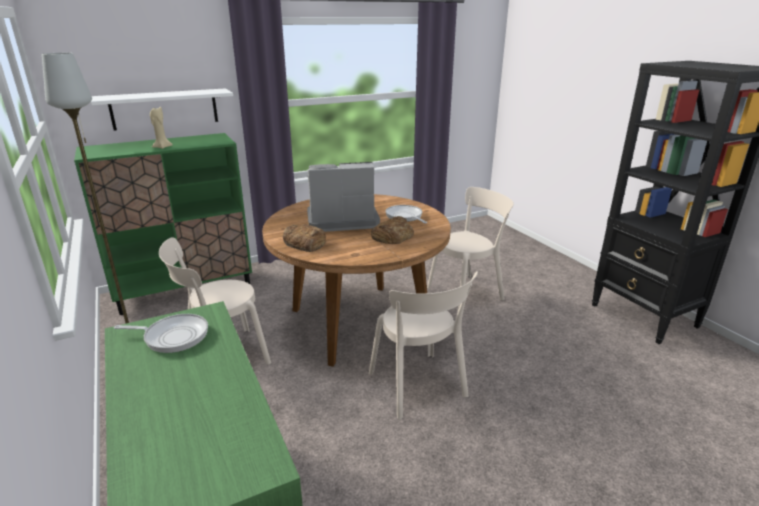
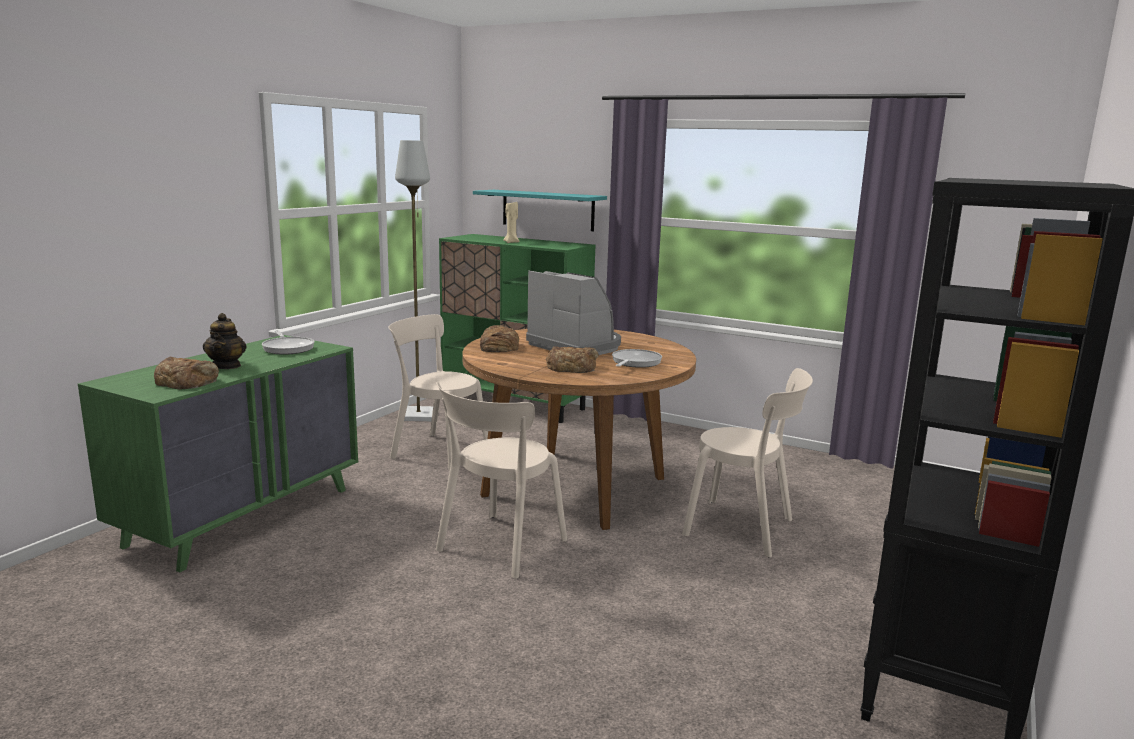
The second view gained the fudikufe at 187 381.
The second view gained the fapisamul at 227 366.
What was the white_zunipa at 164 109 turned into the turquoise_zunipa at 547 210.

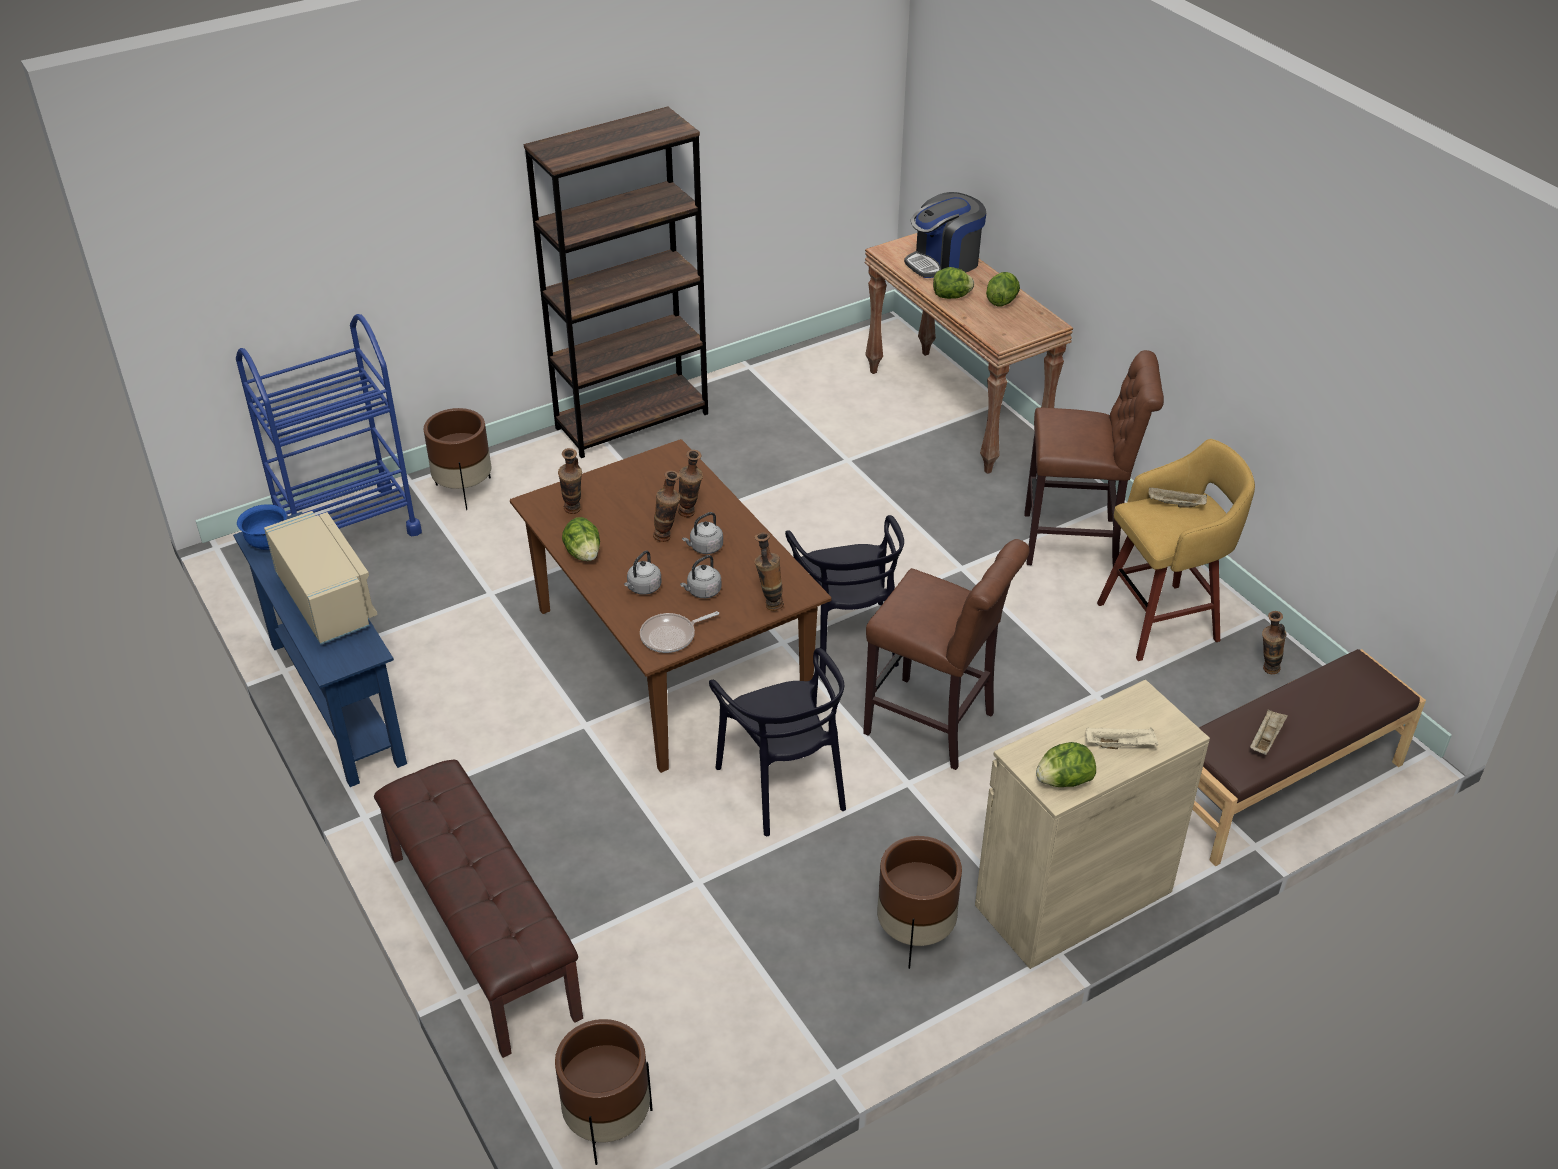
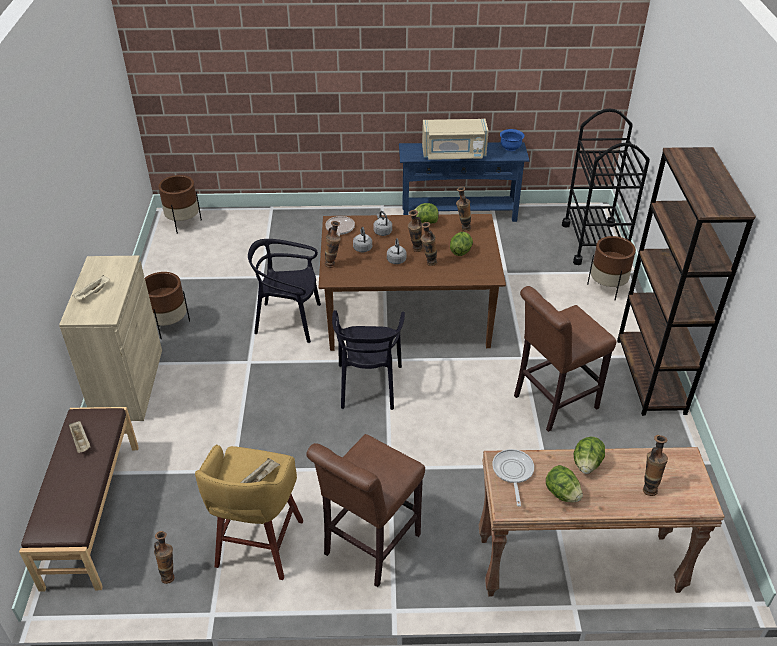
The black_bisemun at 846 639 ended up facing another way, 105 degrees counterclockwise from before.
The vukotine ended up elsewhere, having gone from 1063 781 to 460 251.
The second view gained the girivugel at 512 472.
The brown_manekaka ended up elsewhere, having gone from 935 726 to 551 403.
What was the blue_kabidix at 347 528 turned into the black_kabidix at 594 243.
Where the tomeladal stood at 944 263, the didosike came to stand at 648 487.
The second view lost the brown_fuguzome at 481 935.

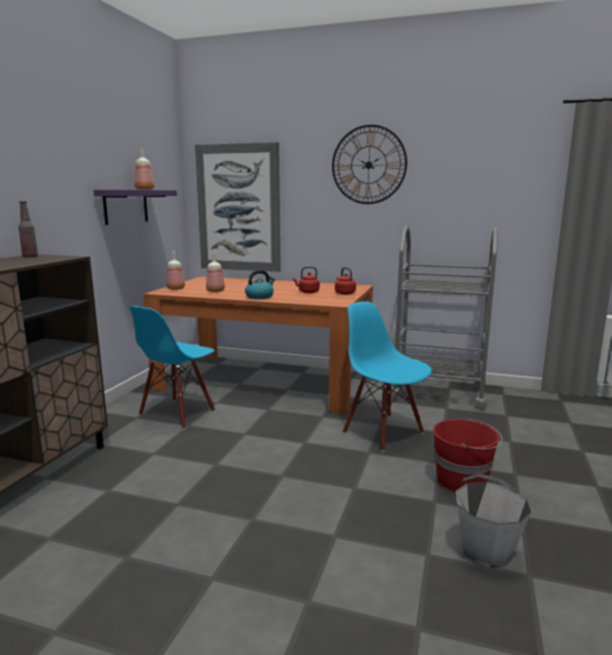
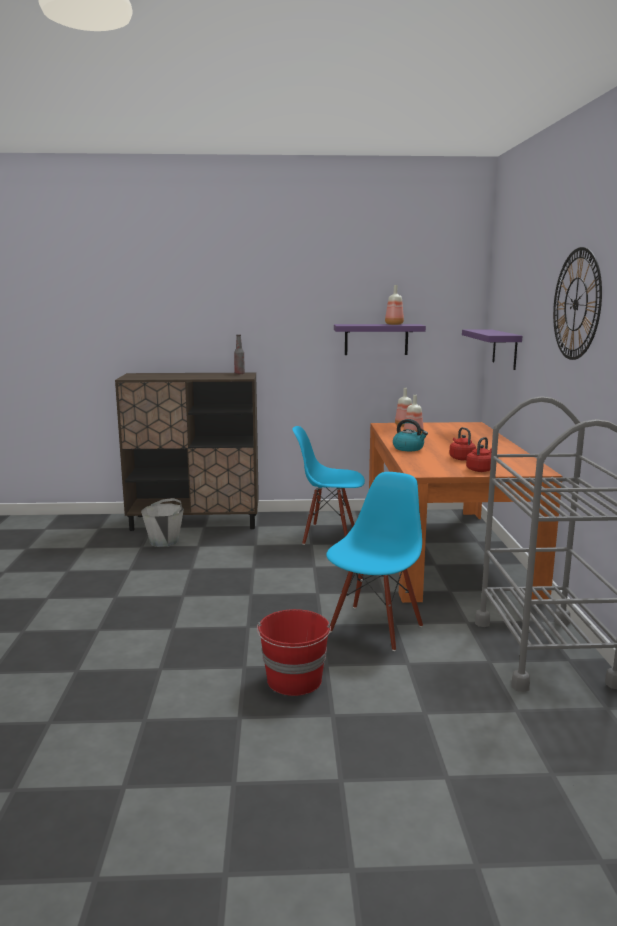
The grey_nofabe ended up elsewhere, having gone from 486 551 to 164 541.
Where the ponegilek hung at 238 208, the purple_zunipa came to hang at 505 349.

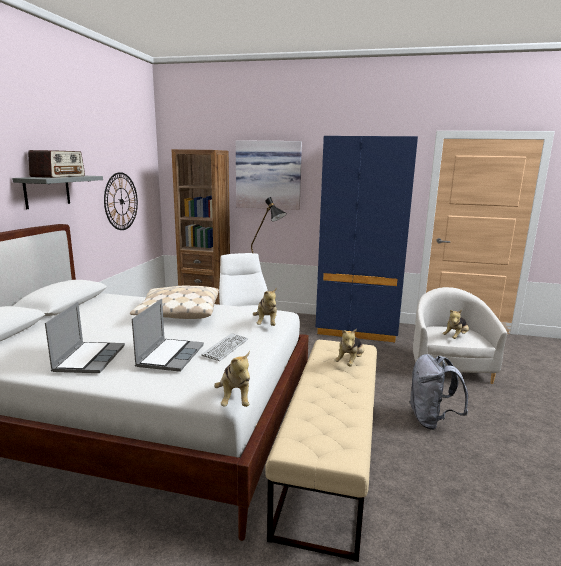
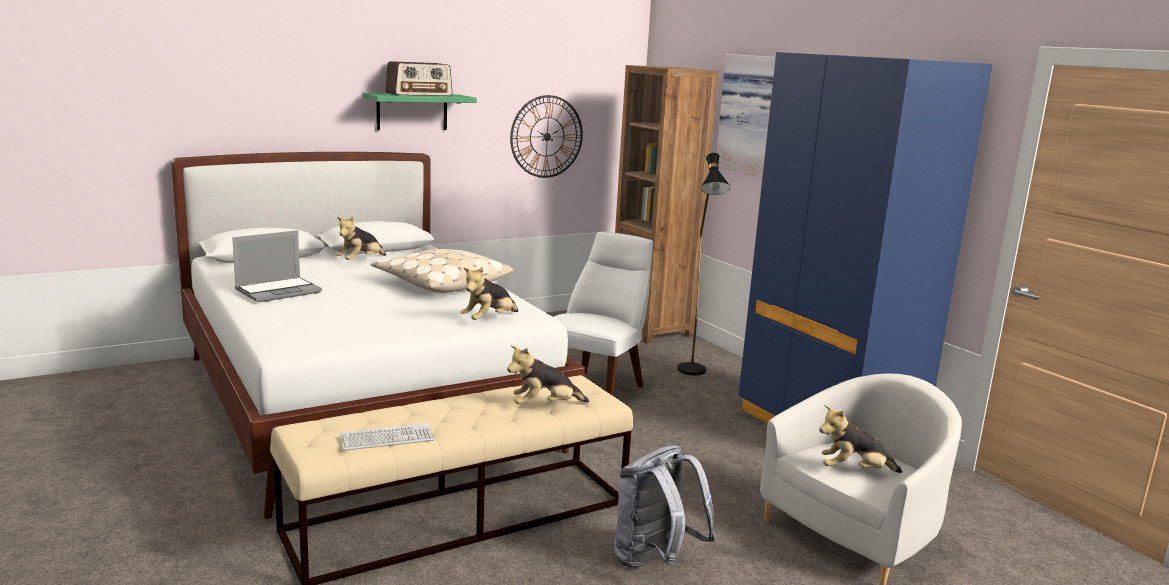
The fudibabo ended up elsewhere, having gone from 235 399 to 360 261.
The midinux ended up elsewhere, having gone from 225 347 to 387 438.
What was the grey_zunipa at 47 191 turned into the green_zunipa at 412 111.
The second view lost the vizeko at 170 355.

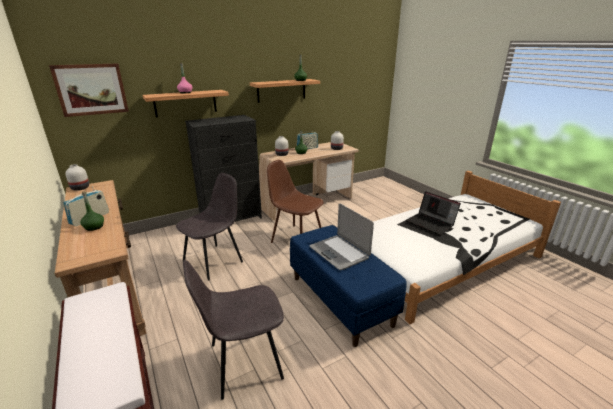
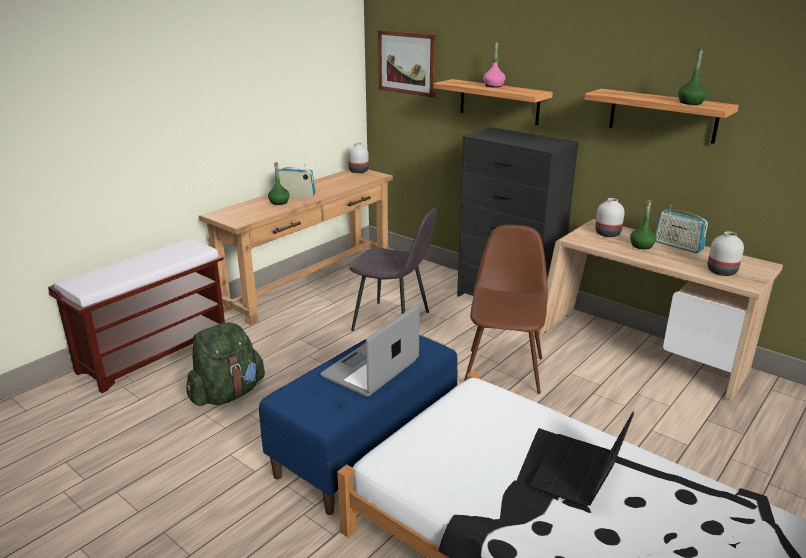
Where the grey_bisemun stood at 243 361, the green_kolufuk came to stand at 228 394.

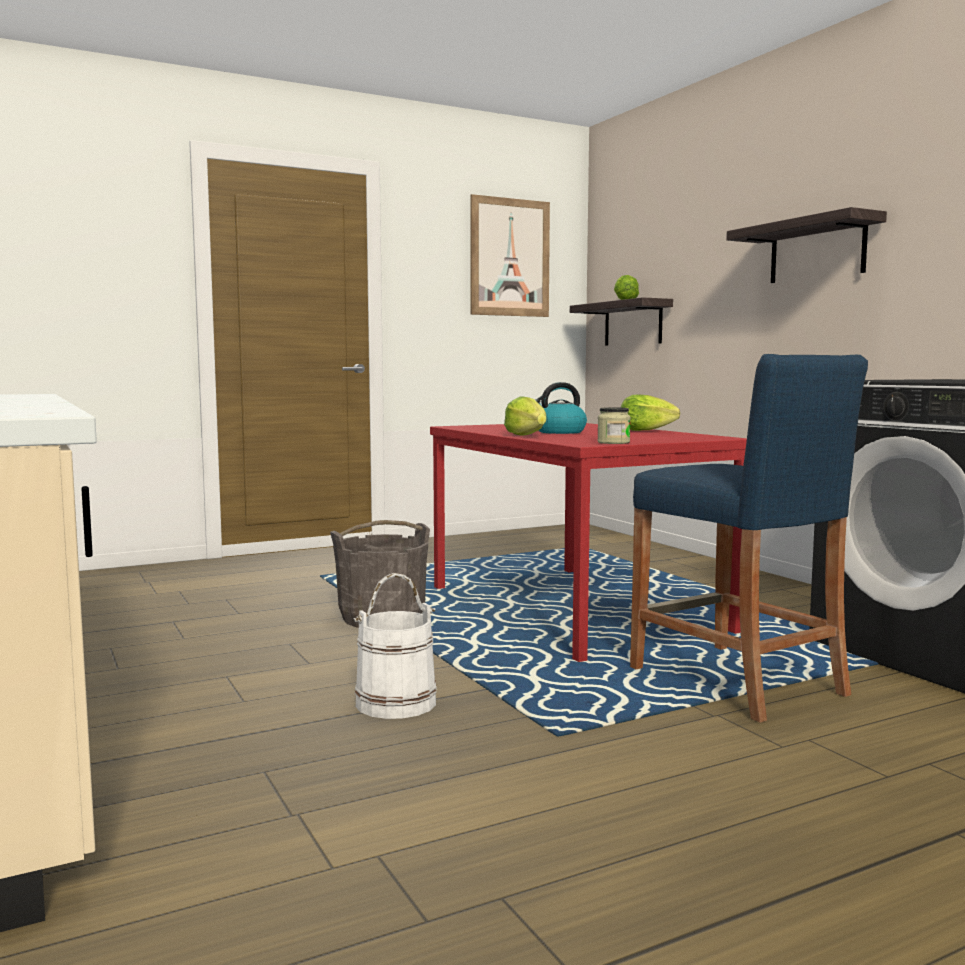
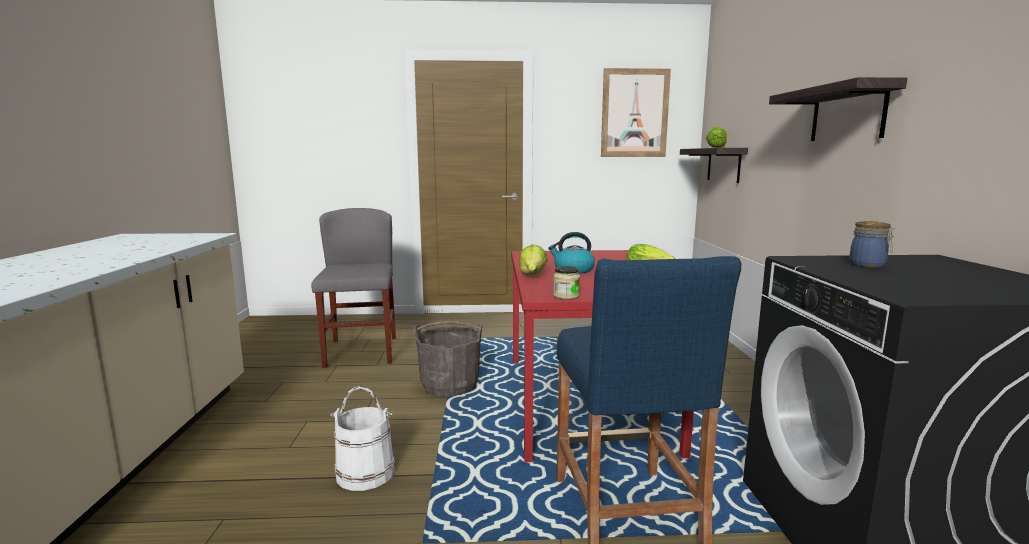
The second view gained the grey_bisemun at 361 351.
The second view gained the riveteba at 868 265.

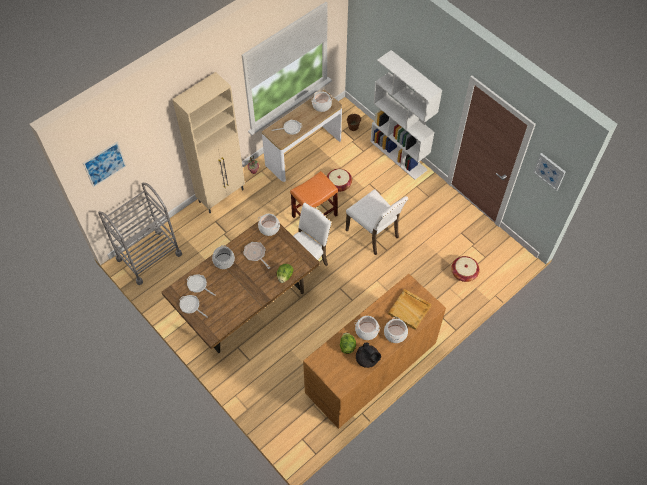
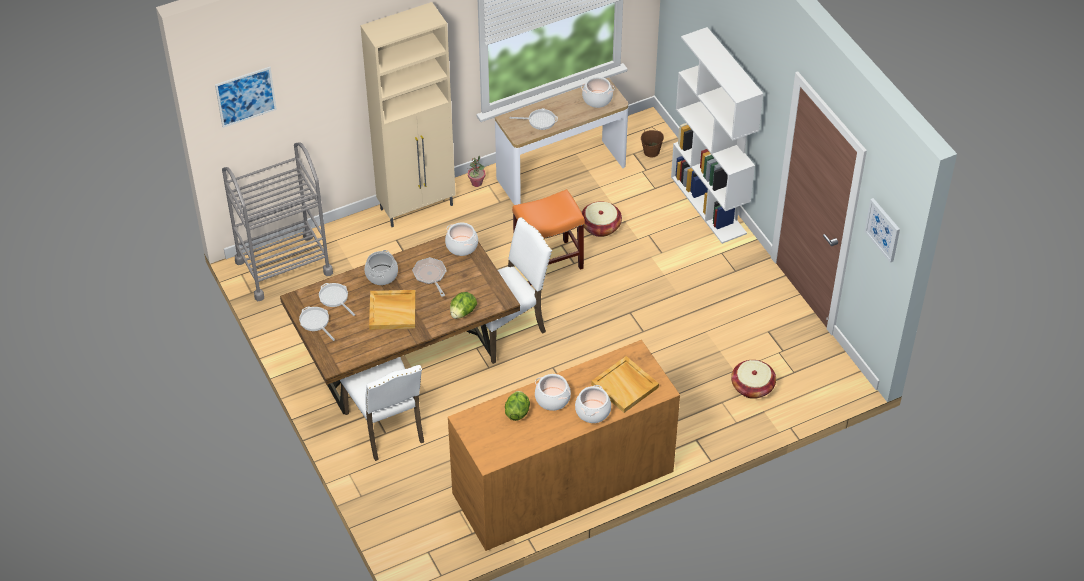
The white_bisemun ended up elsewhere, having gone from 374 233 to 387 428.
The second view gained the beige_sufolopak at 393 311.
The second view lost the black_fapisamul at 367 359.

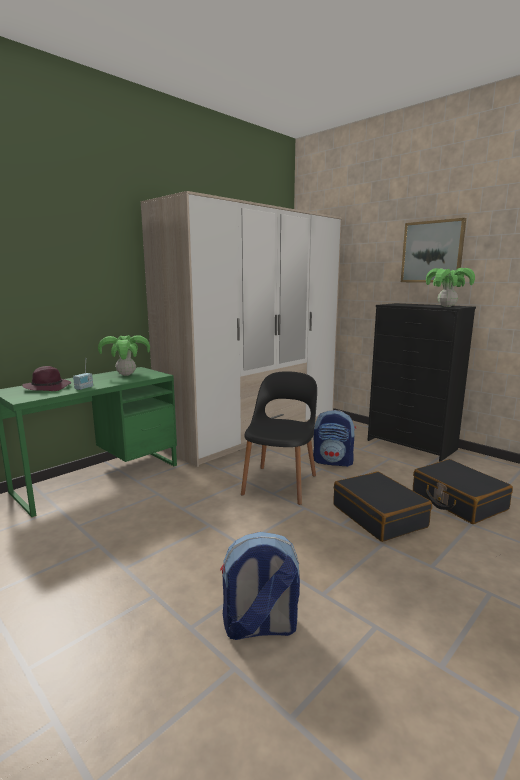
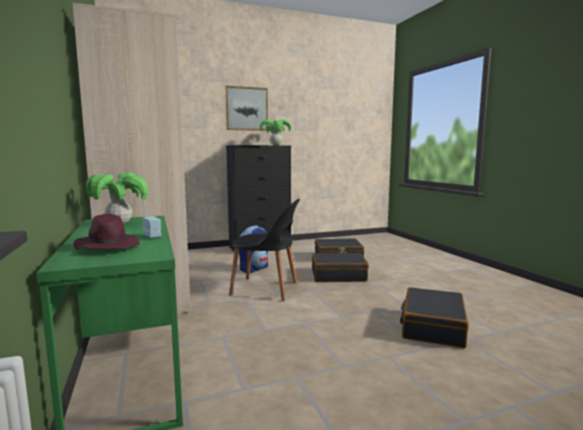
The black_bisemun at 280 483 ended up facing another way, 150 degrees clockwise from before.
Where the kolufuk stood at 259 627, the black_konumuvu came to stand at 432 327.

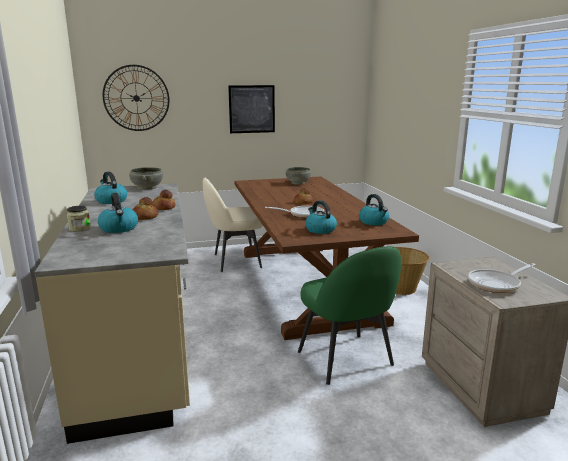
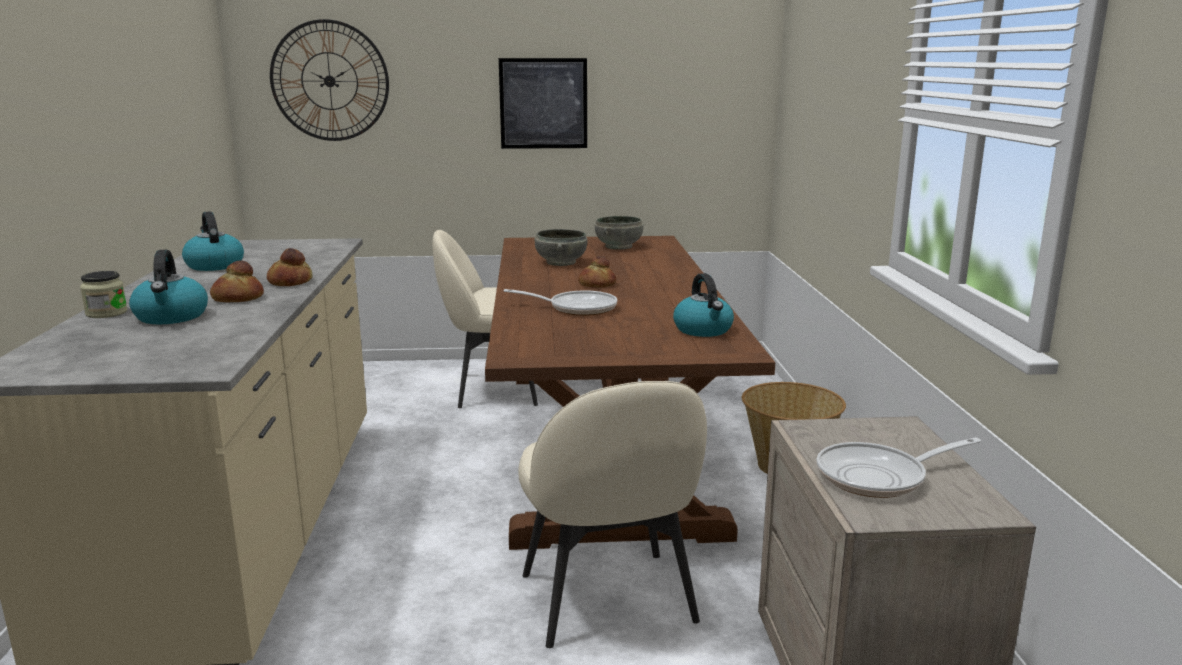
What was the green_bisemun at 346 359 turned into the beige_bisemun at 608 601.
The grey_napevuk ended up elsewhere, having gone from 147 187 to 560 262.
The second view lost the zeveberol at 320 230.

